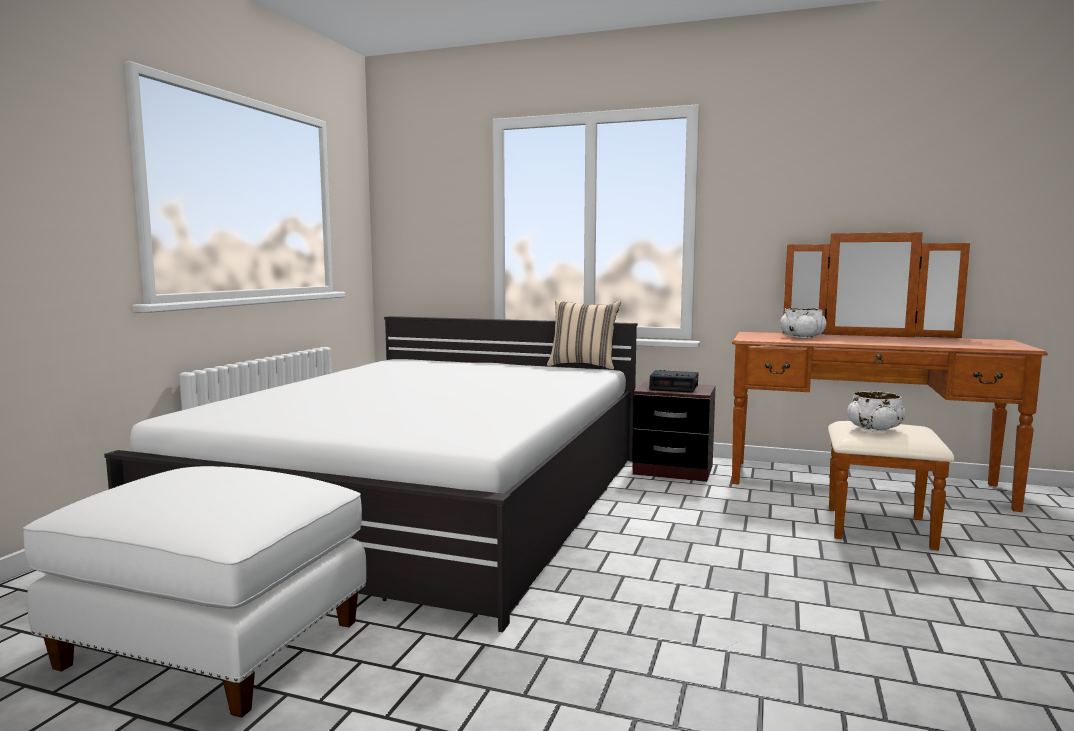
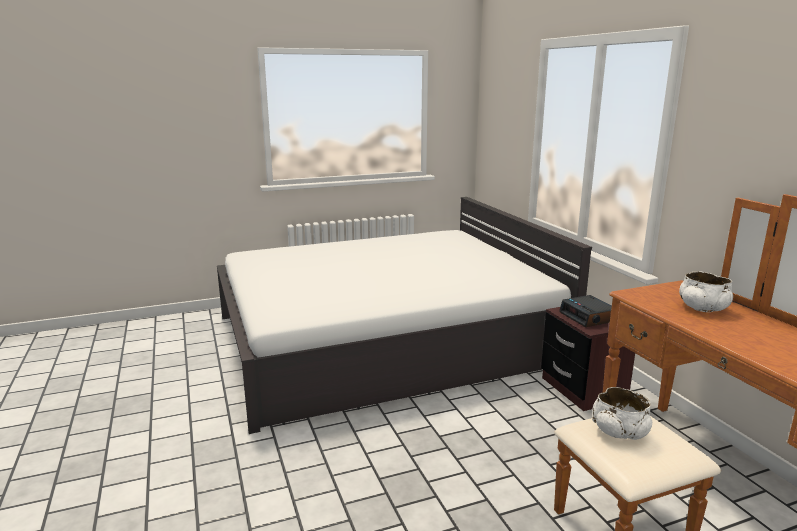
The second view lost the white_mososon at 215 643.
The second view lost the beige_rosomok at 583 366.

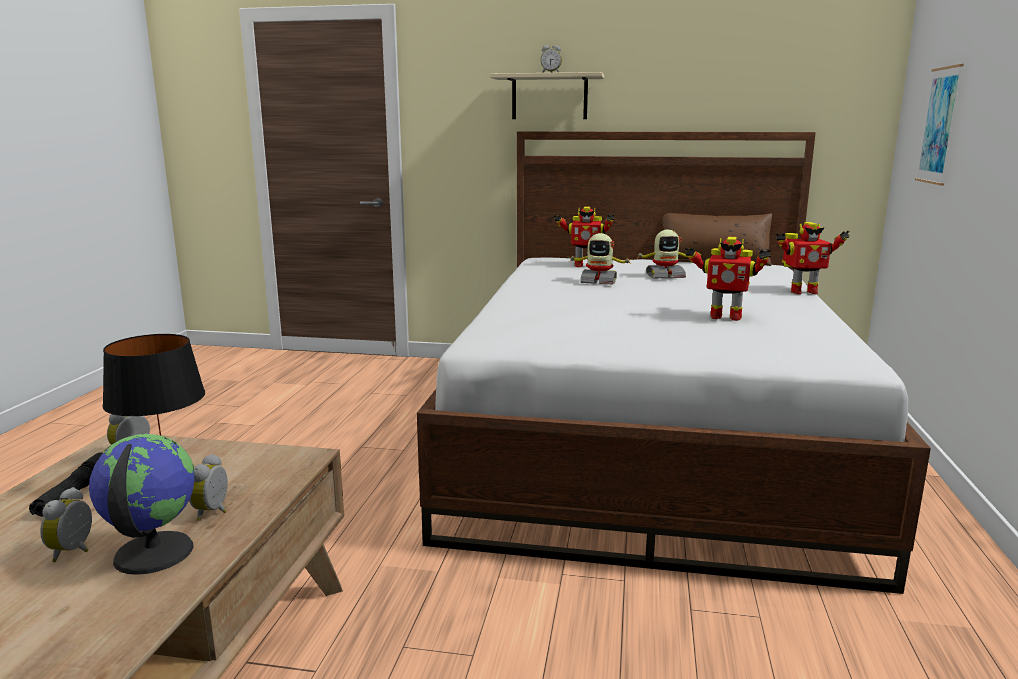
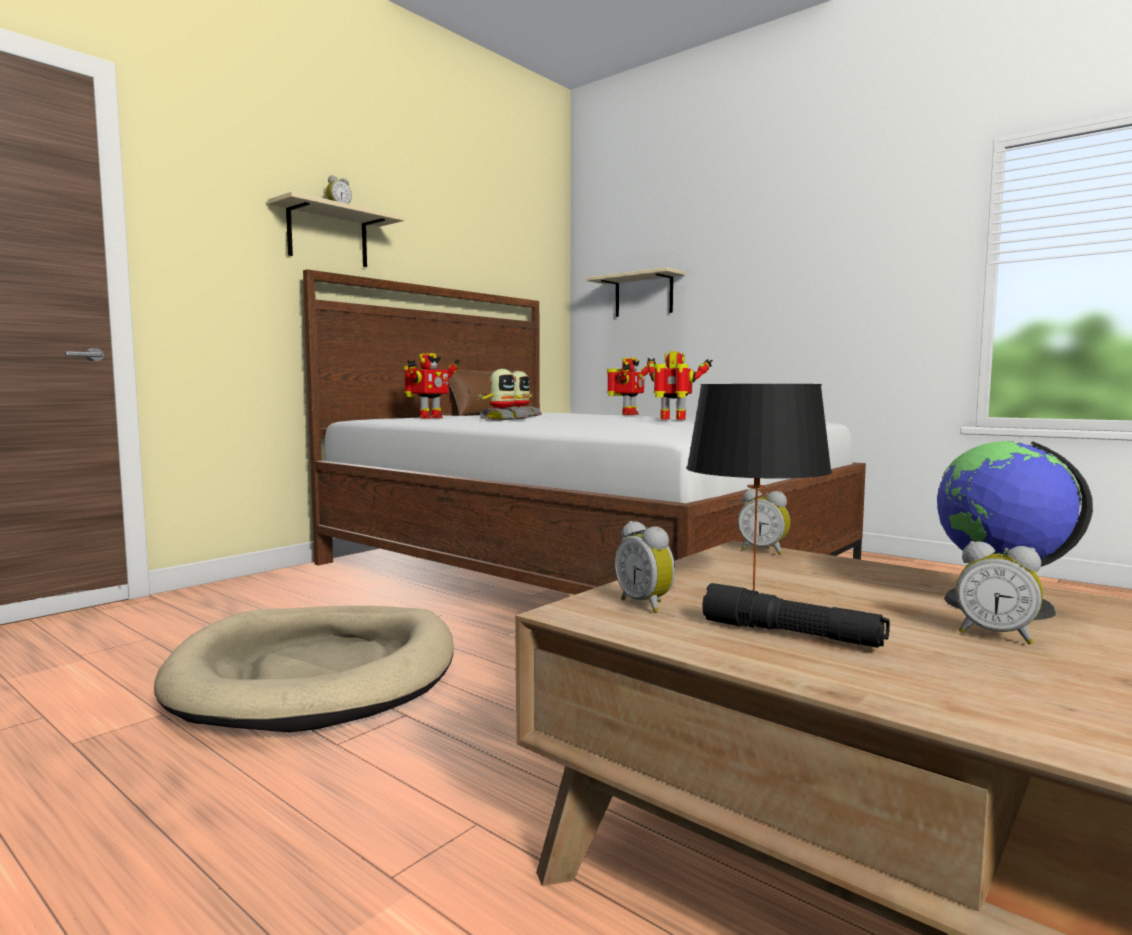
The second view gained the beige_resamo at 317 674.
Where the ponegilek hung at 939 125, the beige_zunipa came to hang at 643 295.
The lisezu at 724 317 ended up facing another way, 120 degrees counterclockwise from before.
The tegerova ended up elsewhere, having gone from 214 512 to 763 551.

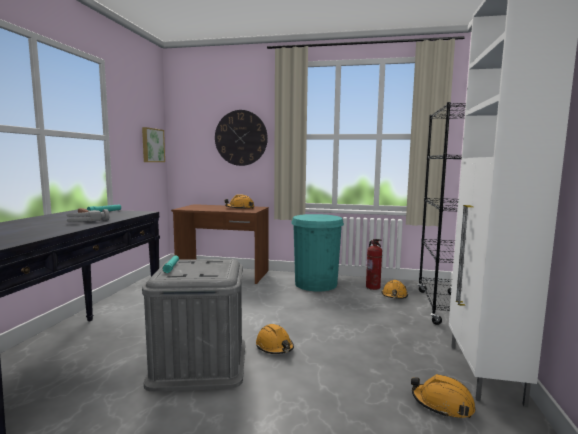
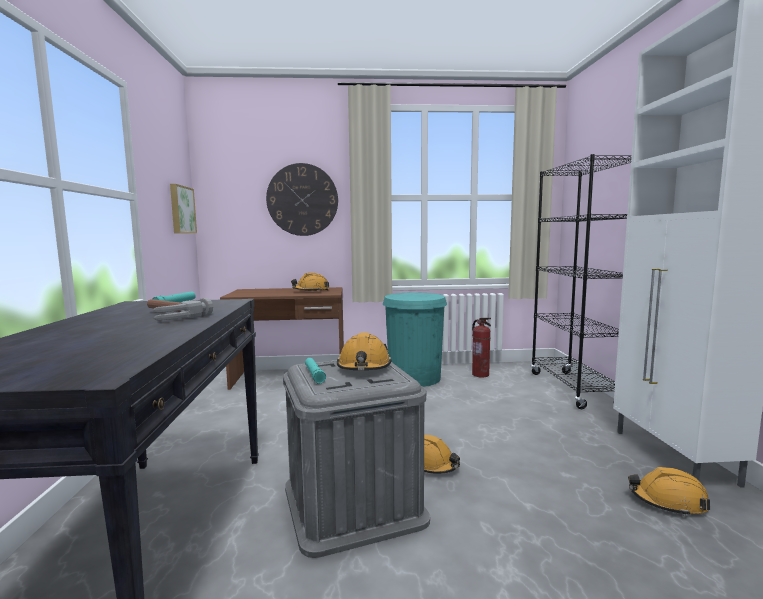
The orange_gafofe ended up elsewhere, having gone from 394 296 to 364 367.

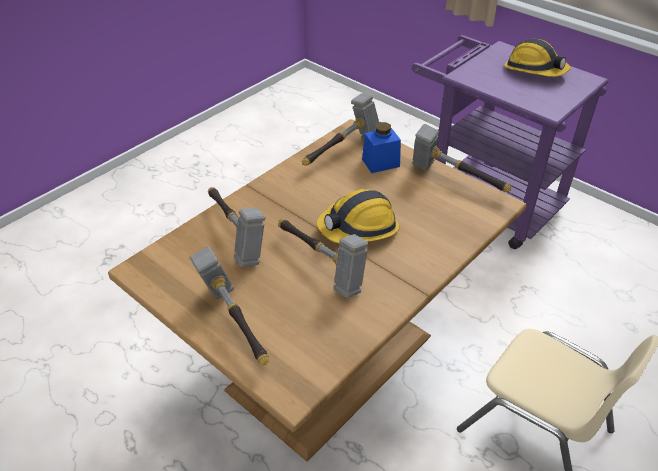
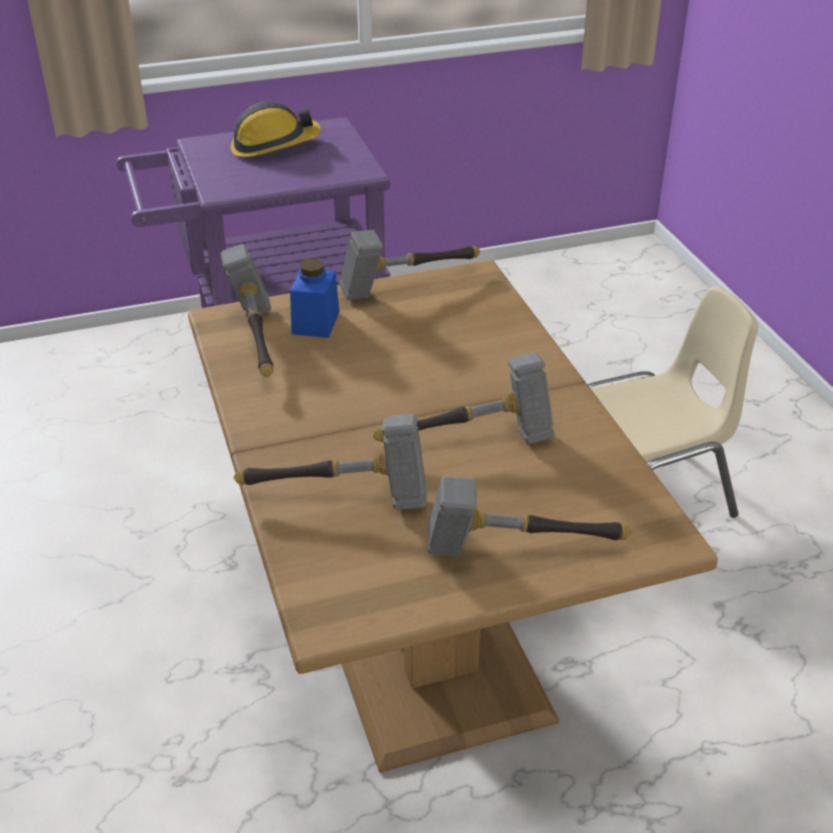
The second view lost the gafofe at 359 228.

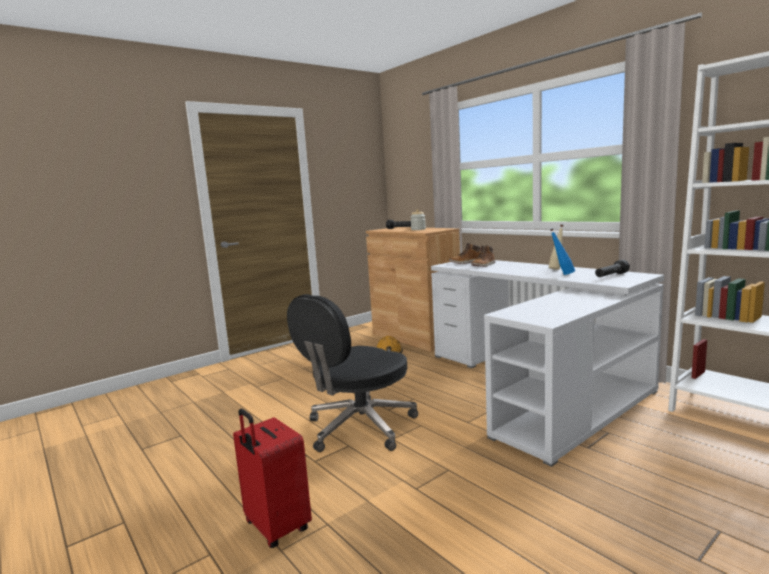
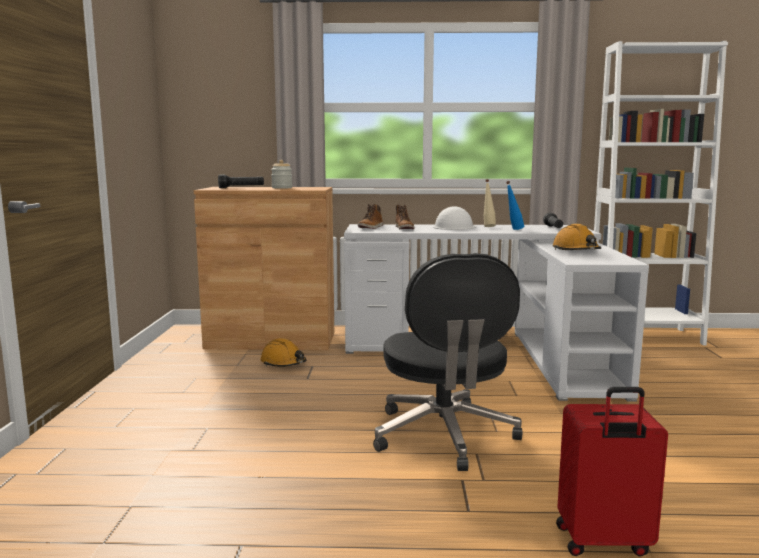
The second view gained the white_gafofe at 454 227.
The second view gained the orange_gafofe at 576 251.

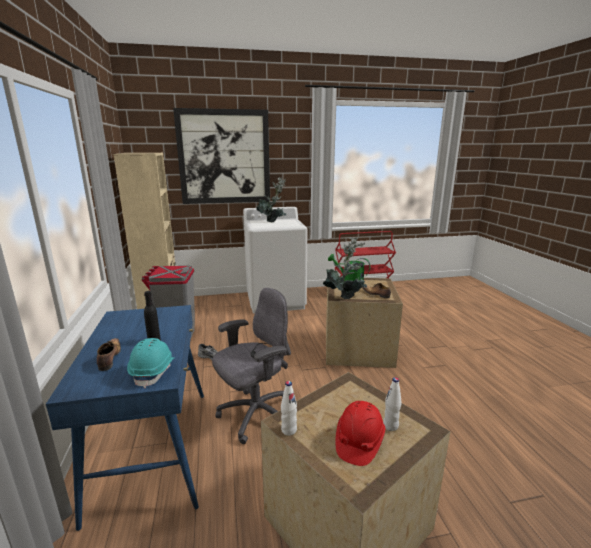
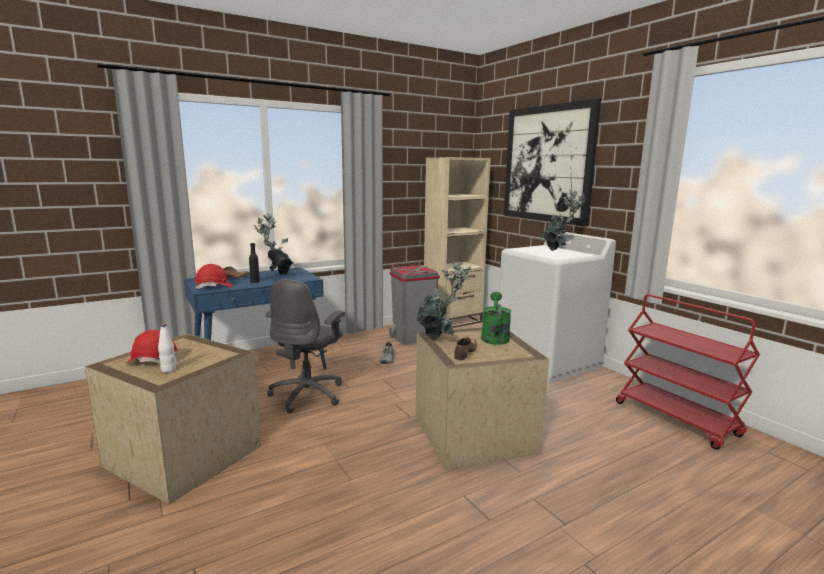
What was the turquoise_gafofe at 153 371 turned into the red_gafofe at 214 287.
The second view gained the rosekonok at 278 274.
The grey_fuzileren at 255 415 ended up facing another way, 75 degrees clockwise from before.
The second view lost the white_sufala at 289 430.

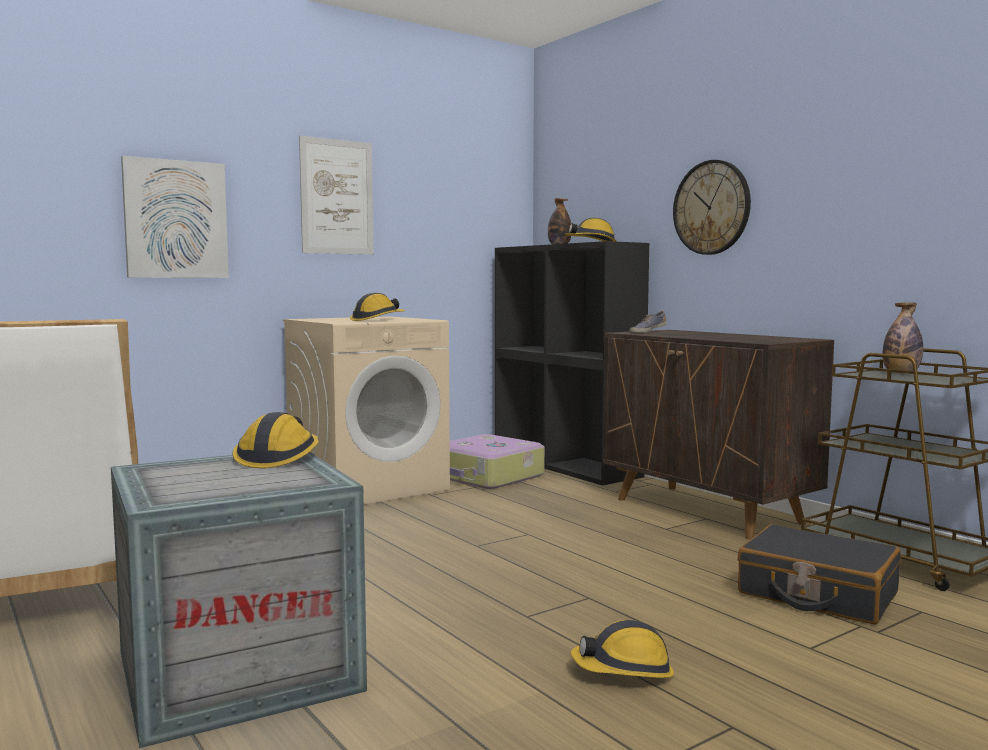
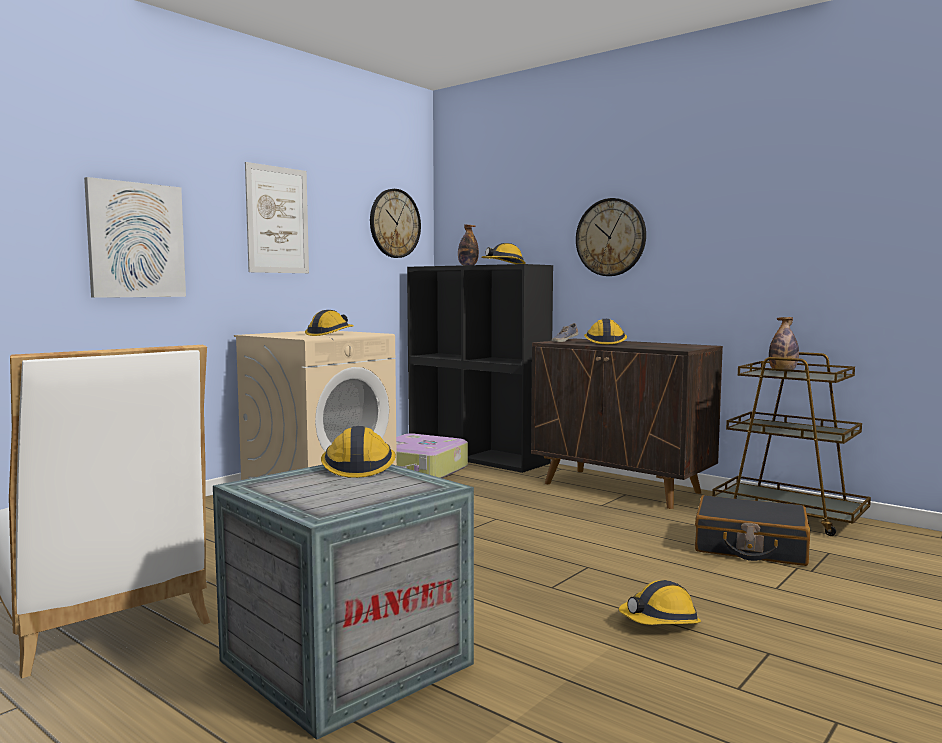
The second view gained the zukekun at 394 223.
The second view gained the gafofe at 605 342.

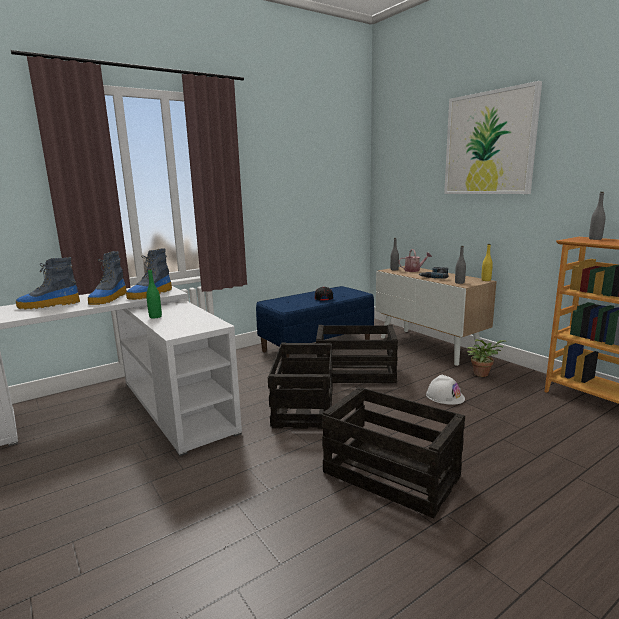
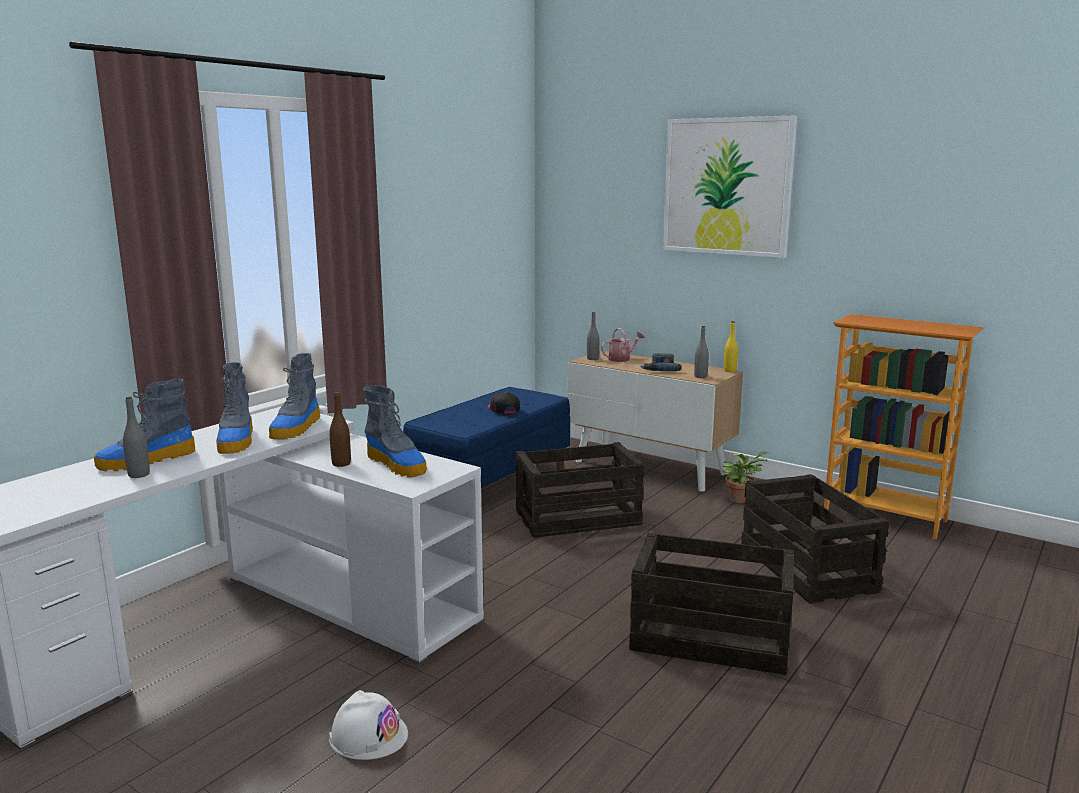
The grey_sufala ended up elsewhere, having gone from 595 239 to 139 475.
The white_gafofe ended up elsewhere, having gone from 445 396 to 368 735.
What was the green_sufala at 155 317 turned into the brown_sufala at 341 464.
The second view gained the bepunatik at 397 465.
The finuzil ended up elsewhere, having gone from 304 406 to 808 568.

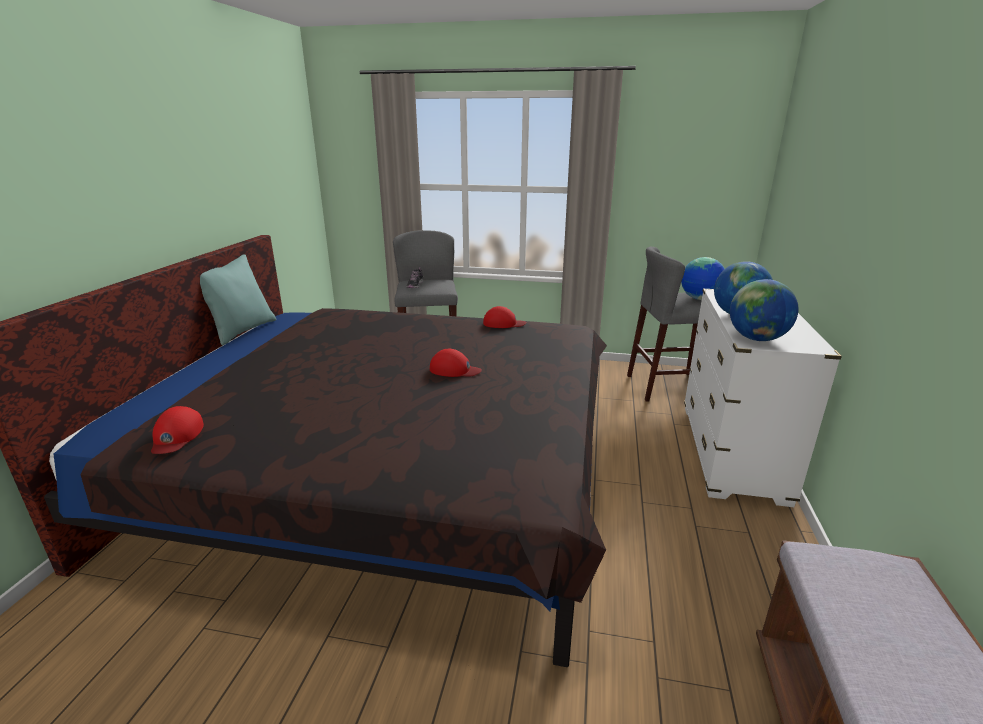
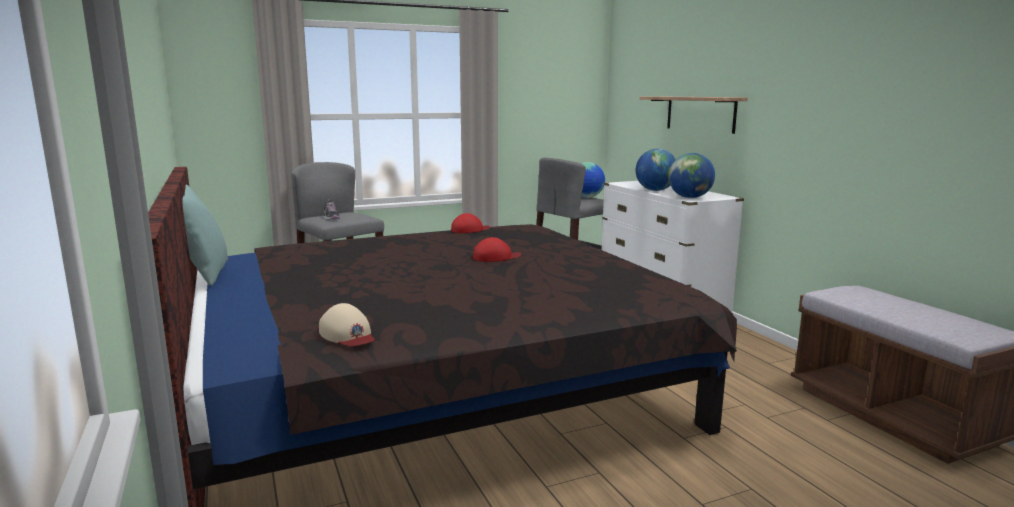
What was the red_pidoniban at 177 436 turned into the beige_pidoniban at 348 334.
The second view gained the zunipa at 700 113.

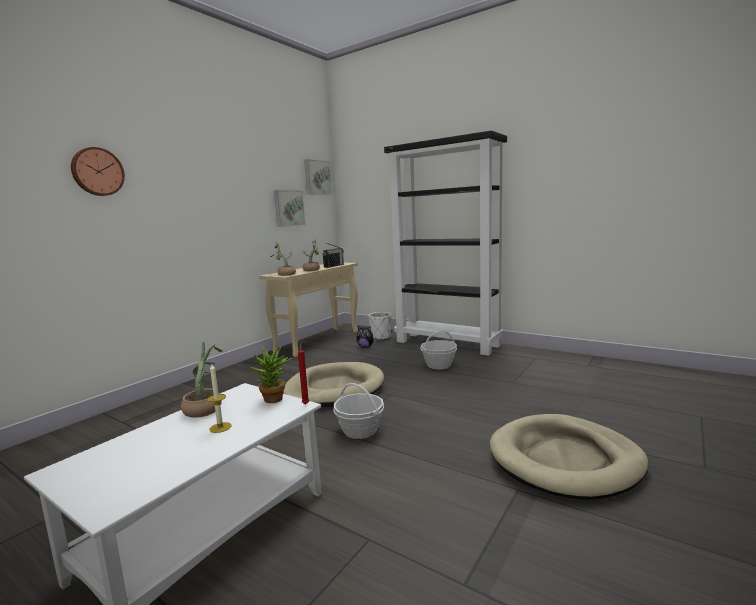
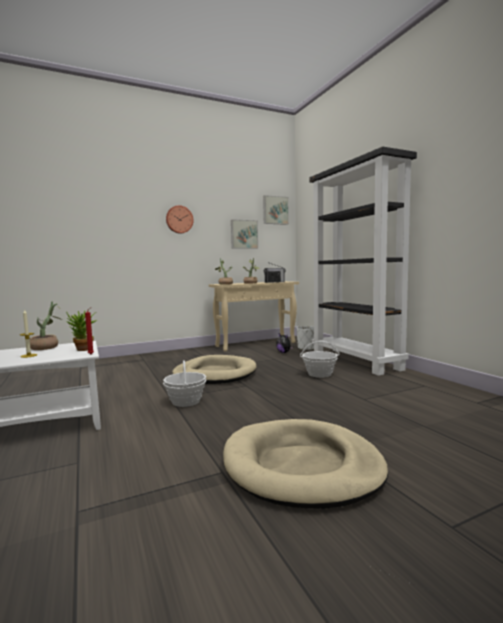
The zukekun ended up elsewhere, having gone from 97 172 to 179 219.

